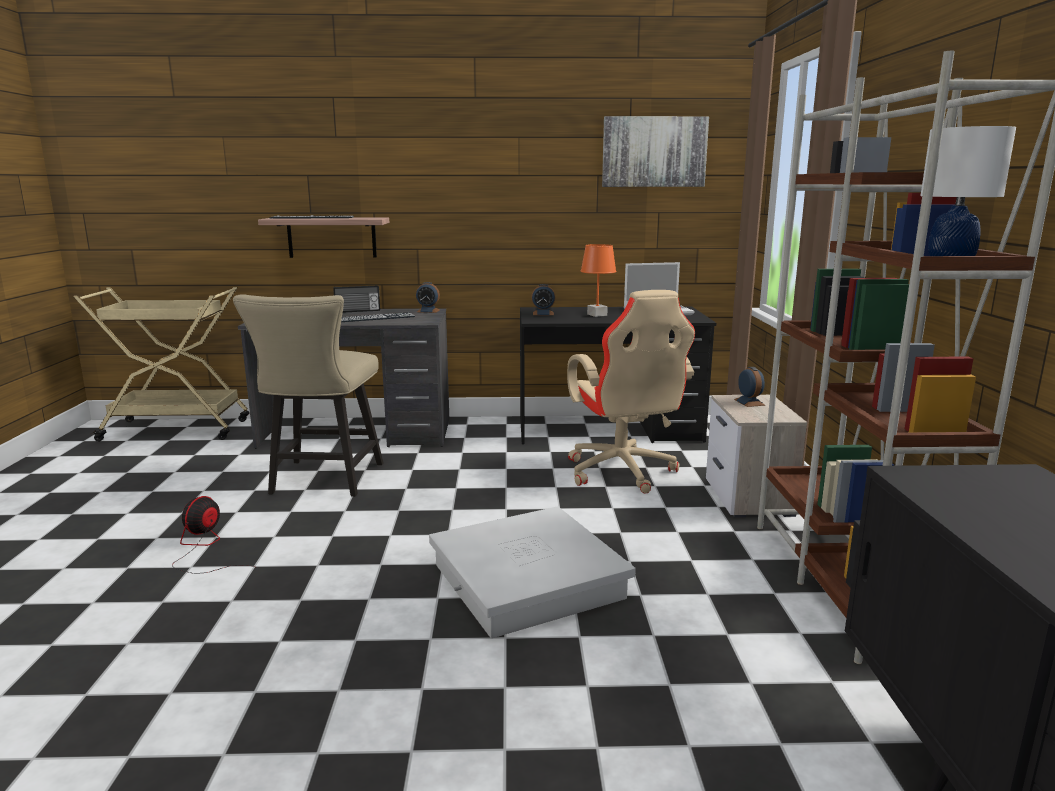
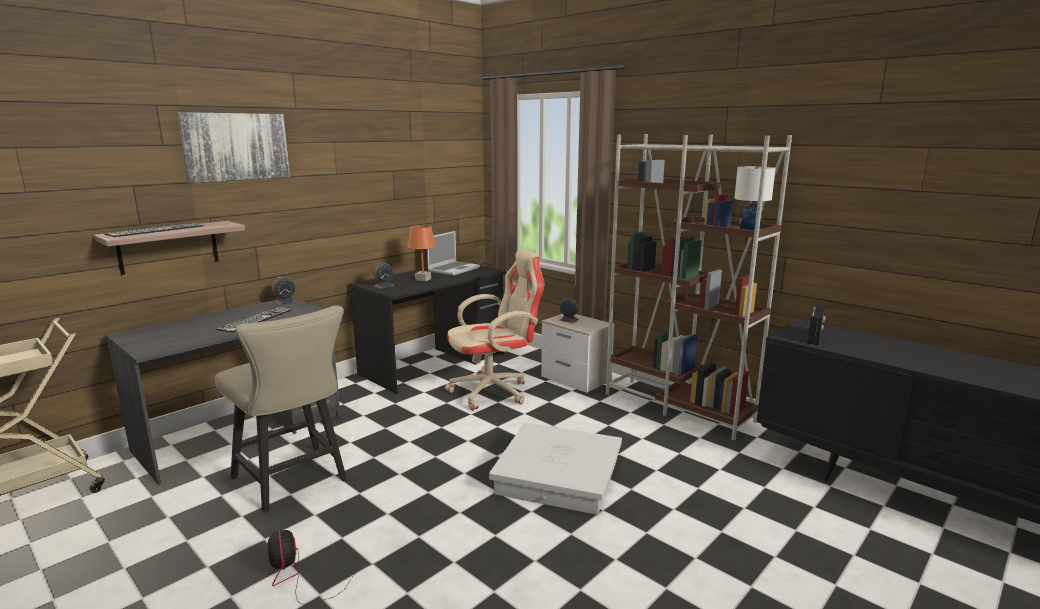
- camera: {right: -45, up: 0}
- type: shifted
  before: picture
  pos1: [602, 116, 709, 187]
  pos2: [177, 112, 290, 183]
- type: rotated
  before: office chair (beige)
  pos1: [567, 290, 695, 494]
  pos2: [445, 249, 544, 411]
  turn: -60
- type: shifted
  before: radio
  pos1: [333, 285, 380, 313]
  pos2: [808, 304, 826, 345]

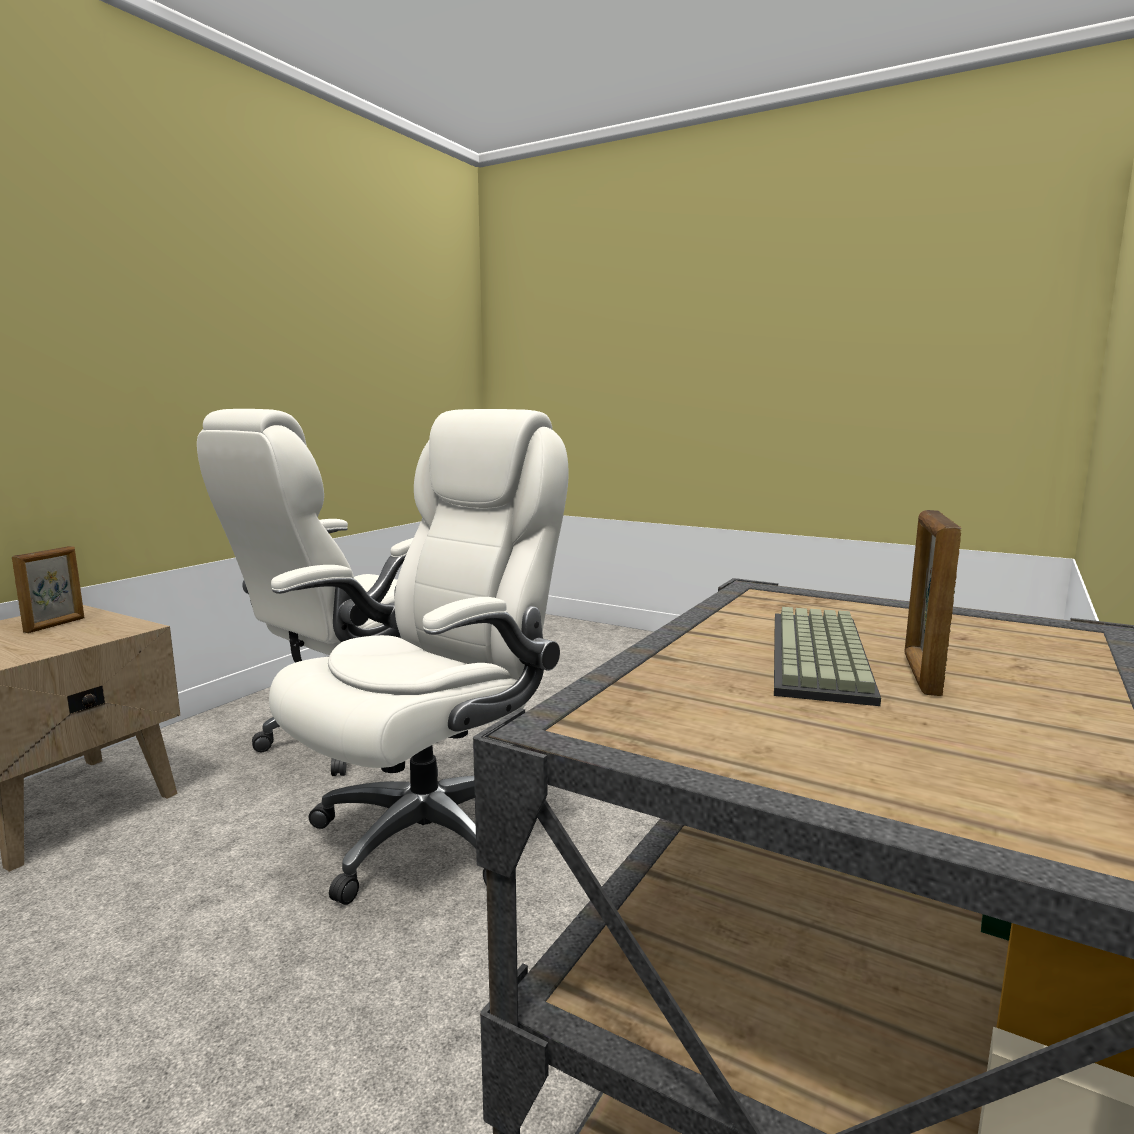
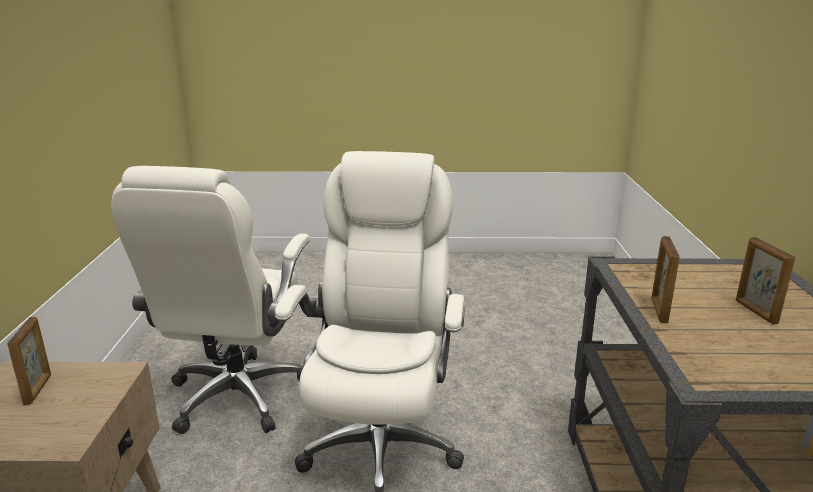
- camera: {right: -30, up: 10}
- type: new
  after: picture frame
  pos2: [651, 236, 679, 323]
- type: gone
  before: keyboard
  pos1: [774, 607, 881, 706]

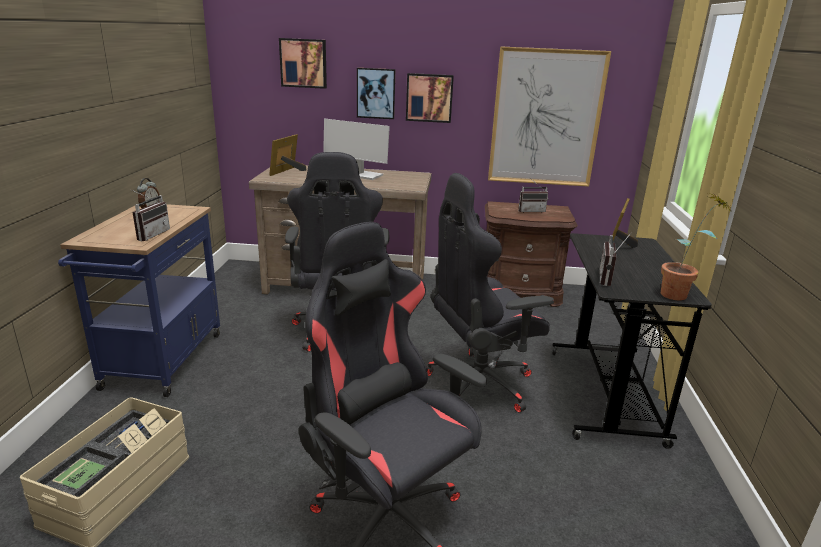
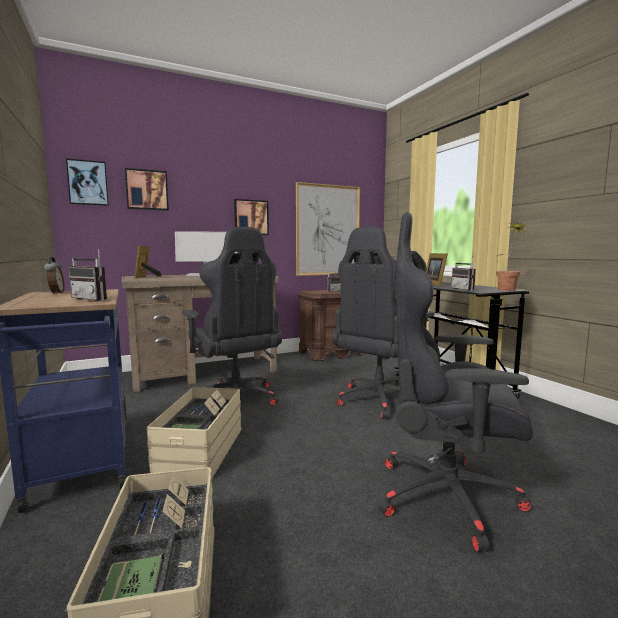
- camera: {right: -30, up: -15}
- type: shifted
  before: picture
  pos1: [357, 68, 395, 119]
  pos2: [66, 158, 109, 206]
- type: rotated
  before: radio
  pos1: [132, 190, 170, 241]
  pos2: [68, 247, 107, 301]
  turn: 135
- type: new
  after: storage box (beige)
  pos2: [147, 387, 242, 479]

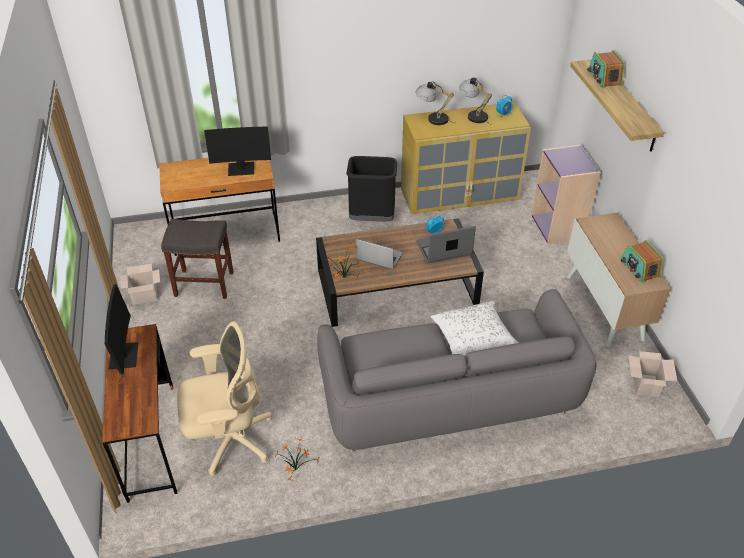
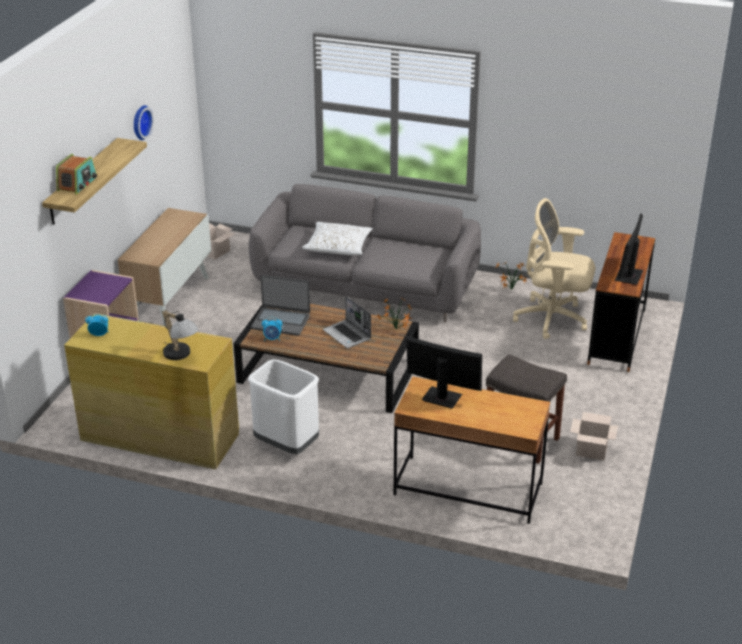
- camera: {right: -150, up: -10}
- type: new
  after: wall clock
  pos2: [134, 105, 154, 140]
- type: repainted
  before: trash can (black)
  after: trash can (white)
  pos1: [346, 156, 397, 222]
  pos2: [248, 359, 319, 454]
- type: gone
  before: table lamp
  pos1: [459, 78, 492, 125]
- type: gone
  before: radio
  pos1: [620, 240, 663, 283]

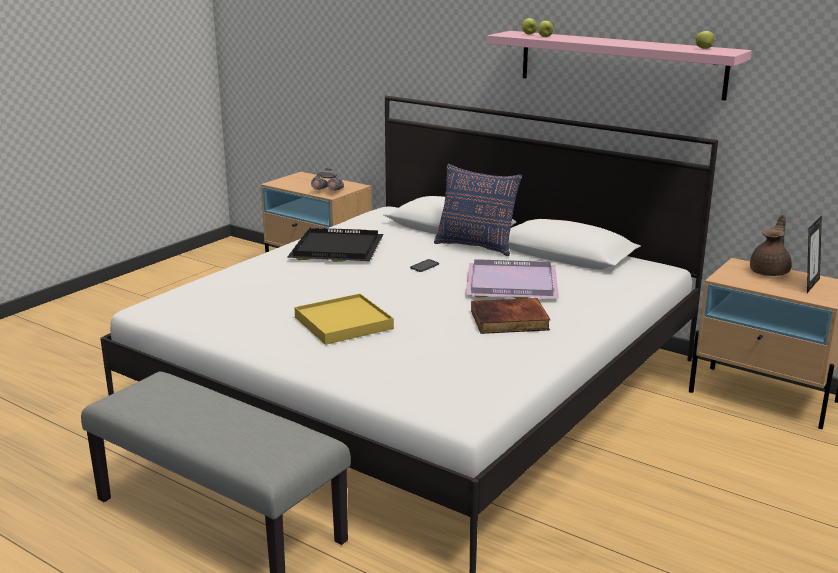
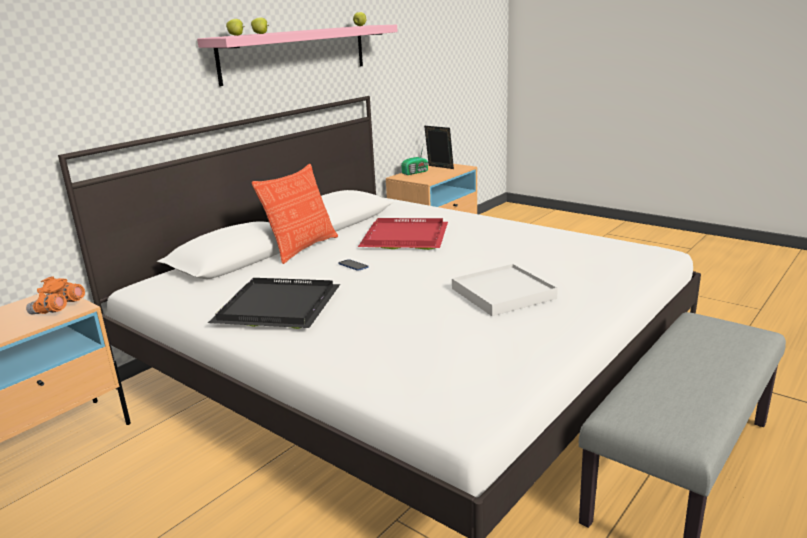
- camera: {right: -85, up: 0}
- type: repainted
  before: binoculars (grey)
  after: binoculars (orange)
  pos1: [311, 168, 344, 191]
  pos2: [26, 276, 85, 315]
- type: repainted
  before: pillow (blue)
  after: pillow (orange)
  pos1: [434, 164, 522, 256]
  pos2: [252, 164, 338, 264]
- type: repainted
  before: tray (purple)
  after: tray (red)
  pos1: [465, 259, 559, 299]
  pos2: [358, 218, 448, 250]
- type: swapped
  before: teapot (brown)
  after: radio
  pos1: [750, 215, 792, 276]
  pos2: [401, 147, 428, 175]
- type: repainted
  before: tray (yellow)
  after: tray (white)
  pos1: [294, 294, 394, 345]
  pos2: [452, 264, 558, 316]
- type: gone
  before: book
  pos1: [471, 298, 550, 334]

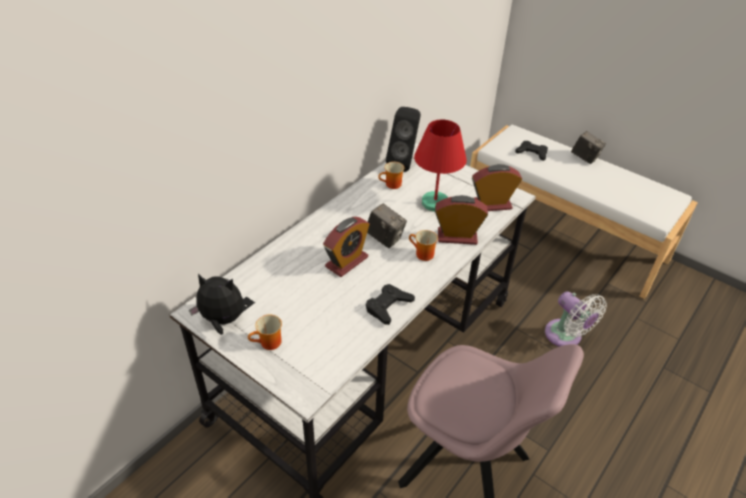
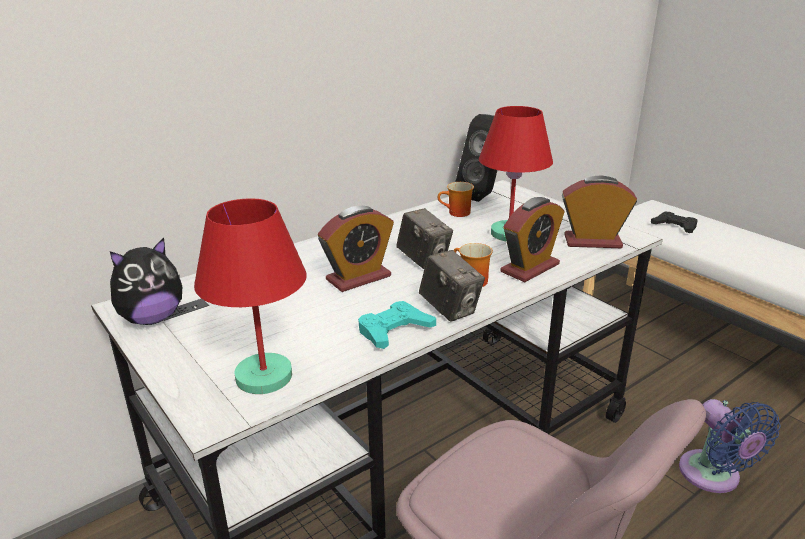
- camera: {right: 15, up: -15}
- type: rotated
  before: plush toy
  pos1: [189, 274, 243, 335]
  pos2: [110, 238, 182, 325]
  turn: 120
- type: new
  after: table lamp (red)
  pos2: [194, 199, 307, 394]
- type: repainted
  before: game controller (black)
  after: game controller (turquoise)
  pos1: [366, 284, 415, 325]
  pos2: [358, 301, 436, 349]
- type: shifted
  before: photo camera
  pos1: [571, 131, 606, 164]
  pos2: [419, 250, 485, 322]
- type: rotated
  before: alarm clock
  pos1: [435, 195, 488, 245]
  pos2: [501, 197, 564, 282]
  turn: 120
- type: repainted
  before: fan (white)
  after: fan (blue)
  pos1: [545, 292, 607, 347]
  pos2: [679, 399, 781, 493]
- type: gone
  before: mug
  pos1: [248, 315, 282, 350]

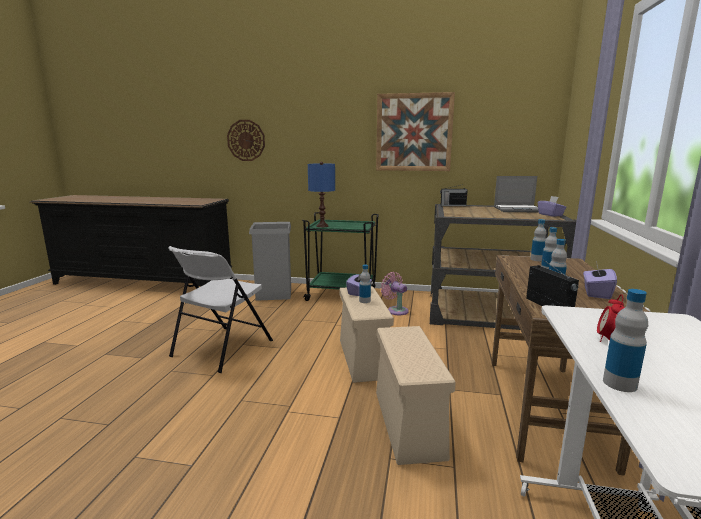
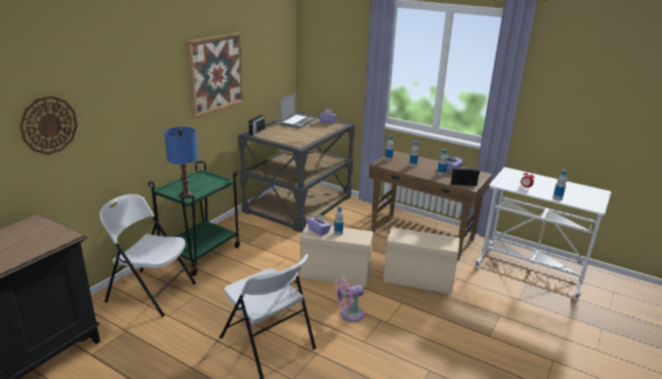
- camera: {right: -70, up: 10}
- type: swapped
  before: trash can (grey)
  after: chair (white)
  pos1: [249, 222, 291, 301]
  pos2: [100, 194, 196, 317]
- type: shifted
  before: fan (pink)
  pos1: [381, 272, 409, 315]
  pos2: [335, 278, 364, 322]

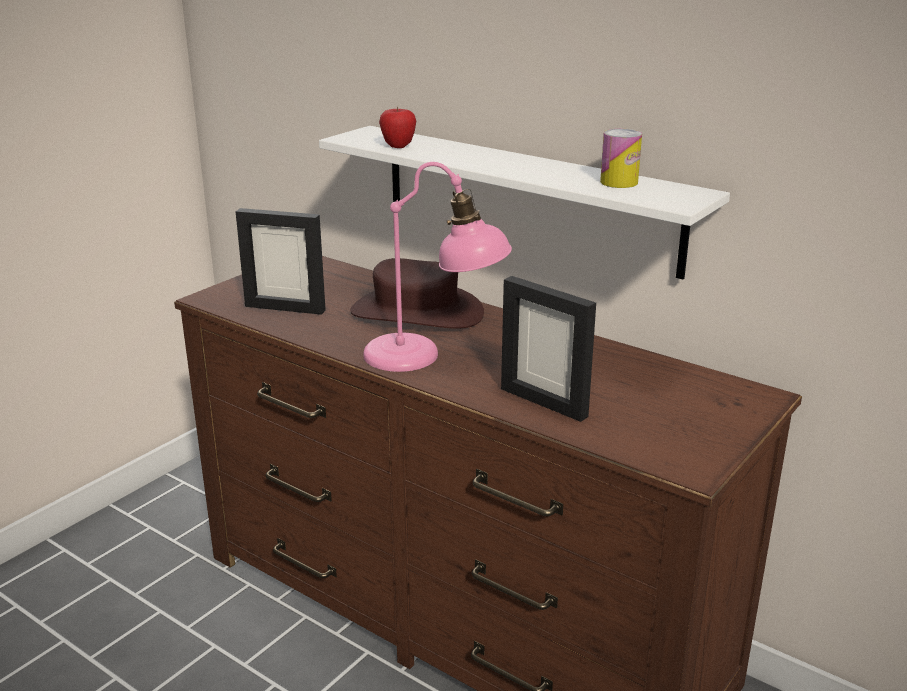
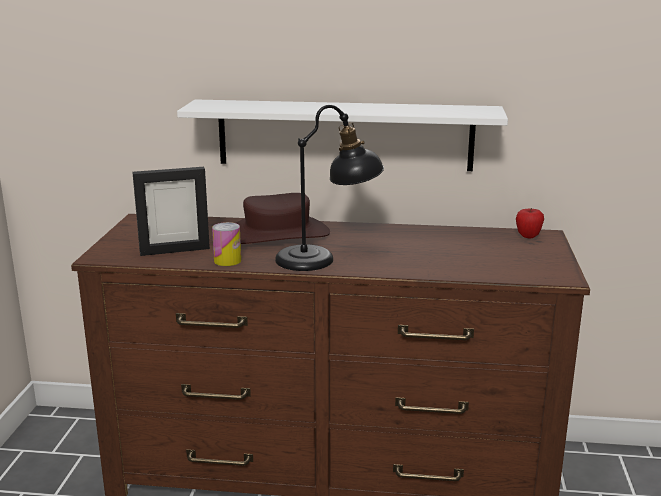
- camera: {right: -30, up: -5}
- type: shifted
  before: can
  pos1: [600, 129, 642, 188]
  pos2: [212, 222, 241, 266]
- type: repainted
  before: table lamp (pink)
  after: table lamp (black)
  pos1: [363, 162, 512, 372]
  pos2: [275, 105, 384, 271]
- type: shifted
  before: apple
  pos1: [379, 107, 416, 148]
  pos2: [516, 208, 544, 238]
- type: gone
  before: picture frame
  pos1: [501, 276, 596, 422]

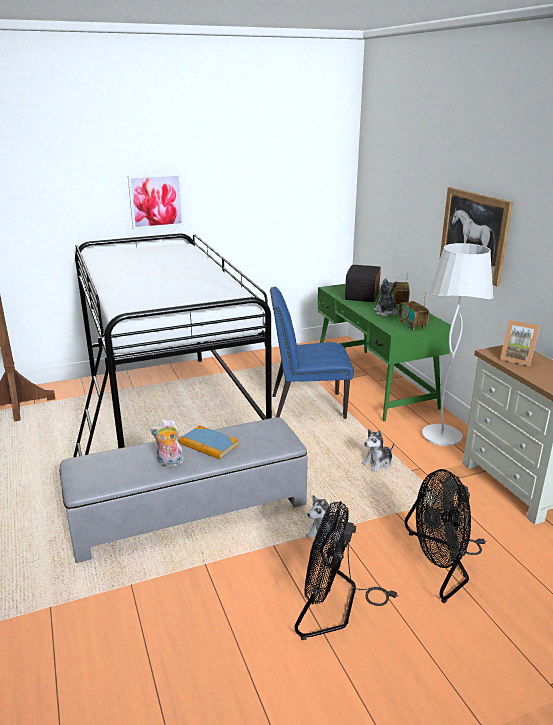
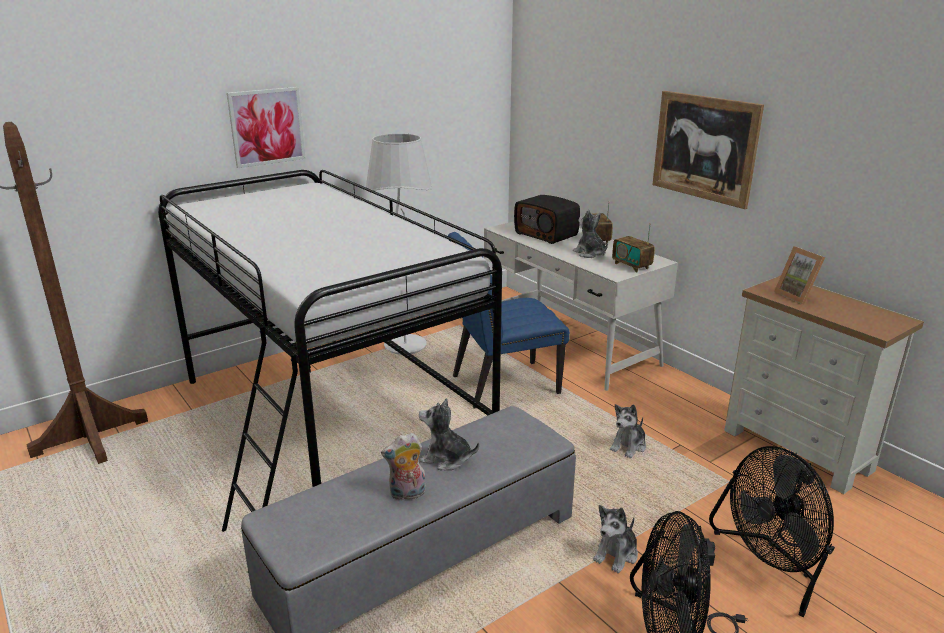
- camera: {right: -15, up: 0}
- type: shifted
  before: floor lamp (white)
  pos1: [422, 243, 493, 446]
  pos2: [366, 133, 432, 355]
- type: swapped
  before: book
  after: plush toy
  pos1: [179, 425, 239, 460]
  pos2: [419, 398, 479, 470]
- type: repainted
  before: desk (green)
  after: desk (white)
  pos1: [317, 284, 452, 421]
  pos2: [484, 222, 678, 391]
- type: rotated
  before: radio
  pos1: [345, 265, 381, 302]
  pos2: [514, 195, 580, 244]
  turn: -45
- type: rotated
  before: picture frame
  pos1: [500, 320, 540, 366]
  pos2: [774, 246, 825, 304]
  turn: 45

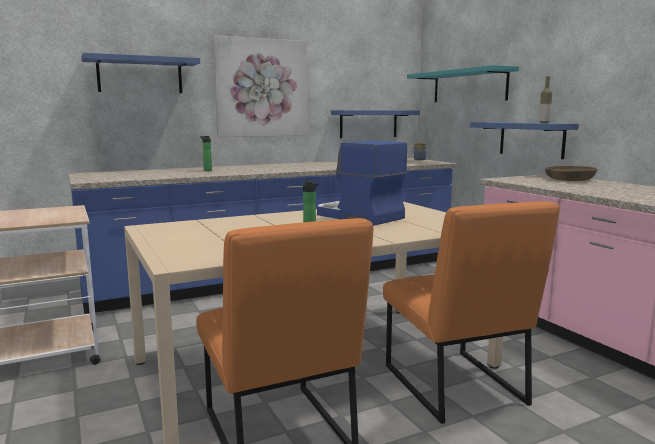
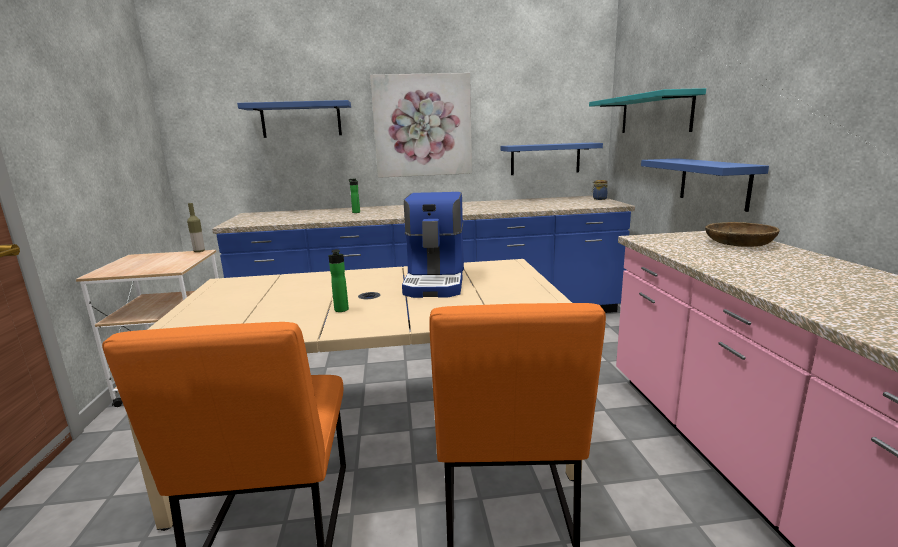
- camera: {right: 20, up: 5}
- type: shifted
  before: bottle
  pos1: [539, 76, 552, 123]
  pos2: [187, 203, 205, 252]
- type: rotated
  before: coffee machine
  pos1: [317, 141, 407, 226]
  pos2: [402, 192, 464, 298]
  turn: -150

